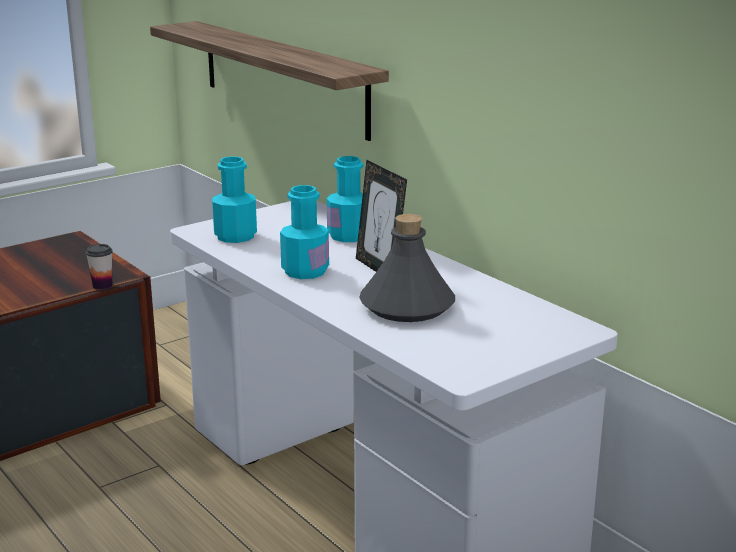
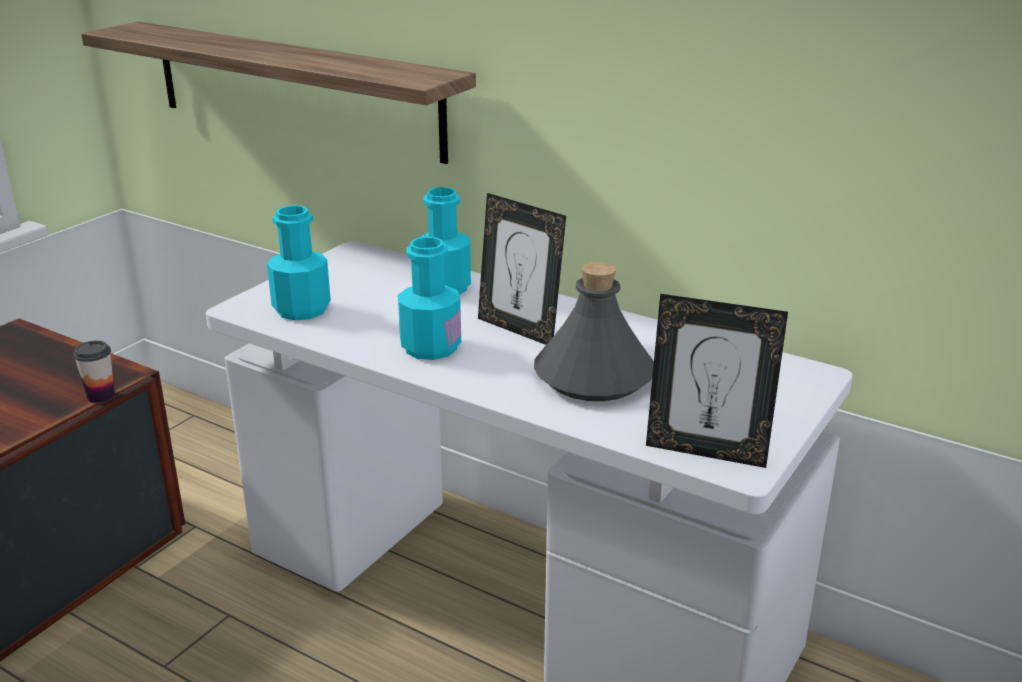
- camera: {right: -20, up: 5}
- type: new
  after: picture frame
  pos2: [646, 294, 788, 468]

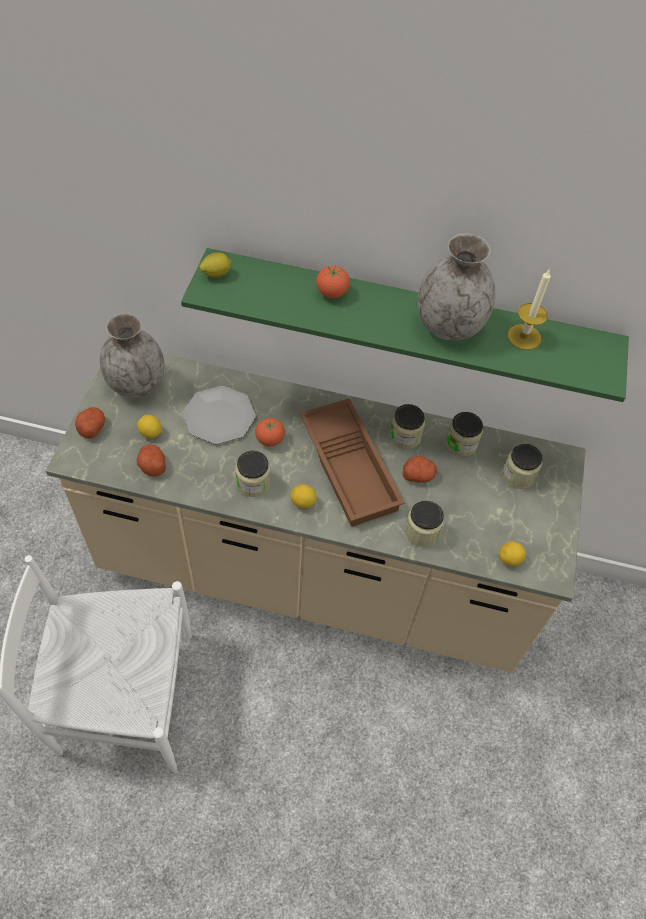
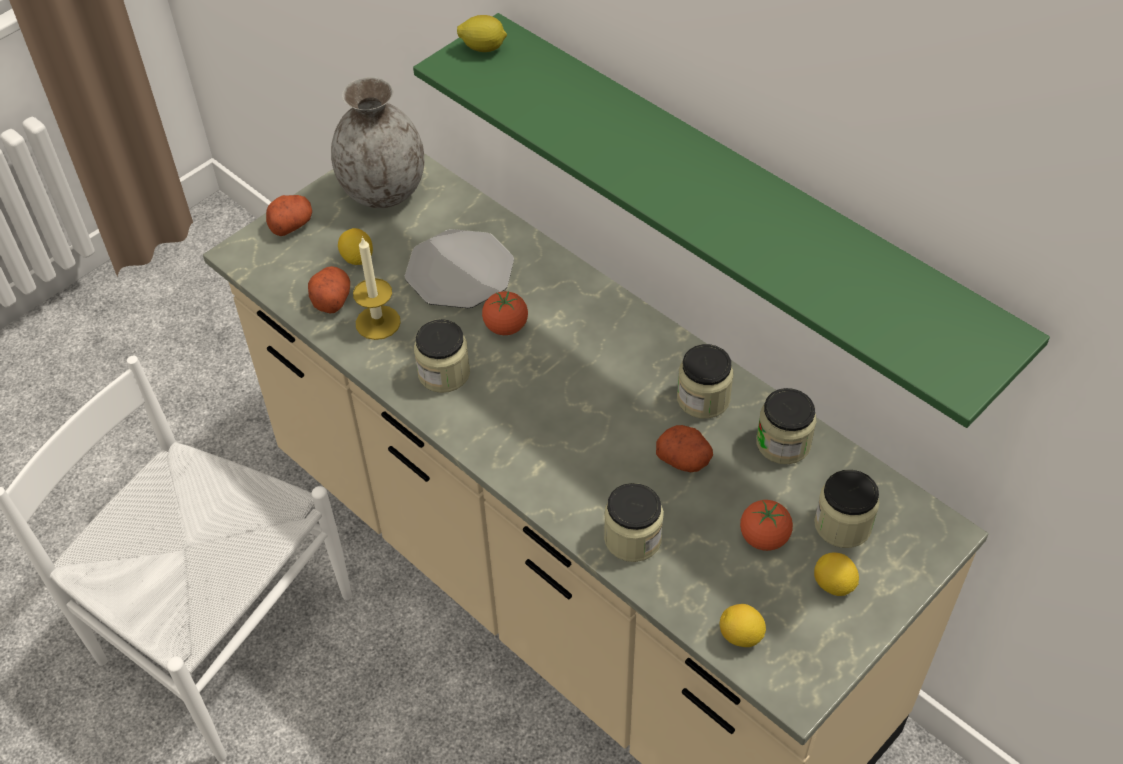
- camera: {right: 35, up: -5}
- type: shifted
  before: candle
  pos1: [508, 270, 551, 350]
  pos2: [353, 236, 401, 340]
- type: shifted
  before: tomato
  pos1: [316, 265, 350, 298]
  pos2: [740, 500, 793, 551]
- type: shifted
  before: lemon
  pos1: [290, 484, 317, 508]
  pos2: [814, 553, 859, 596]
- type: gone
  before: tray (brown)
  pos1: [300, 398, 404, 527]
- type: gone
  before: vase (grey)
  pos1: [418, 234, 495, 341]

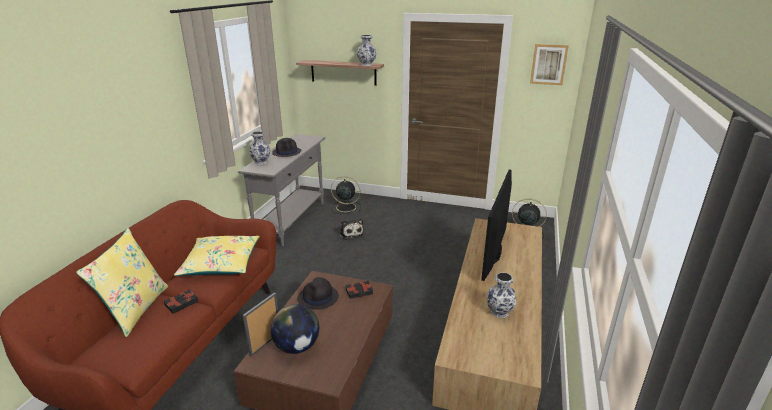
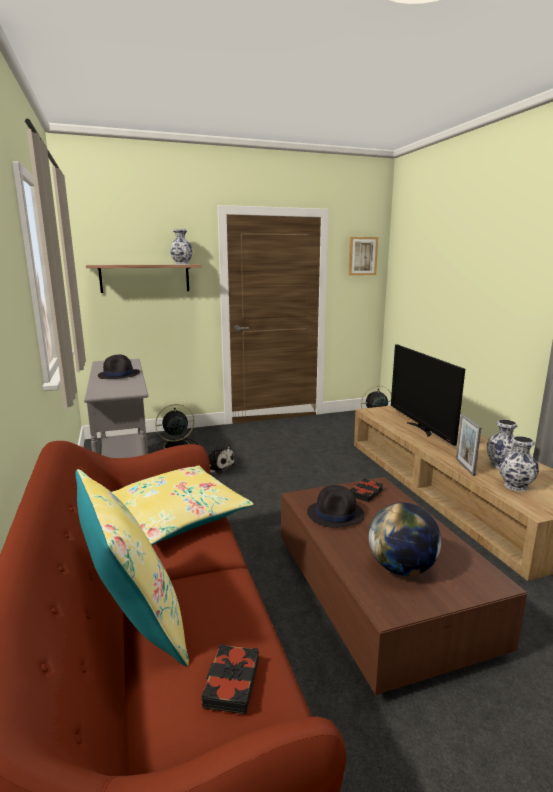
- camera: {right: -35, up: -10}
- type: shifted
  before: book (black)
  pos1: [164, 290, 198, 314]
  pos2: [201, 644, 259, 714]
- type: shifted
  before: picture frame
  pos1: [243, 293, 278, 356]
  pos2: [456, 414, 481, 476]
- type: shifted
  before: vase
  pos1: [249, 131, 270, 165]
  pos2: [499, 436, 539, 491]

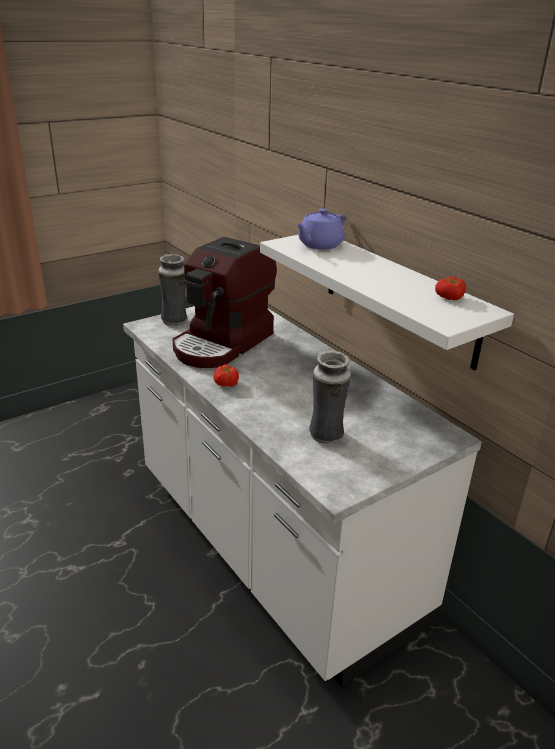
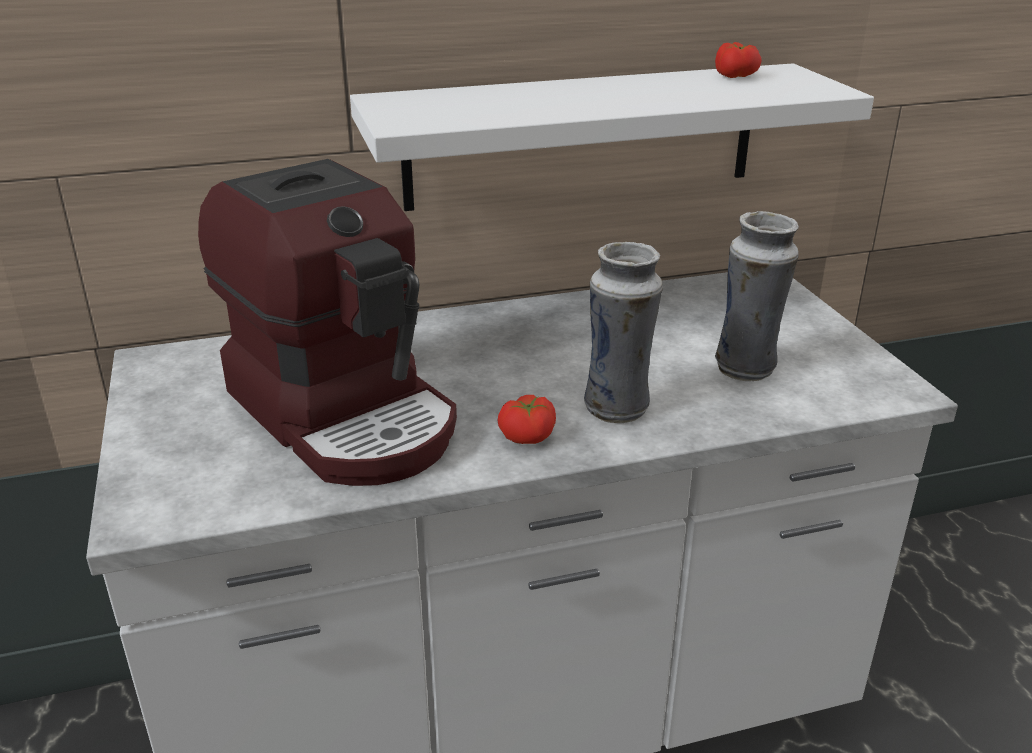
- camera: {right: -70, up: 0}
- type: shifted
  before: vase
  pos1: [158, 254, 187, 326]
  pos2: [584, 242, 663, 423]
- type: gone
  before: teapot (purple)
  pos1: [296, 209, 345, 250]

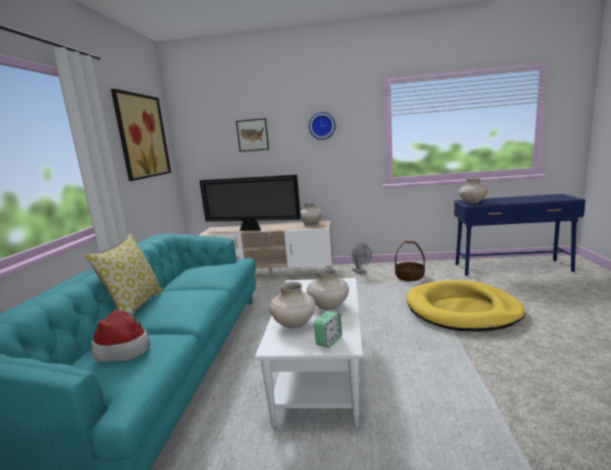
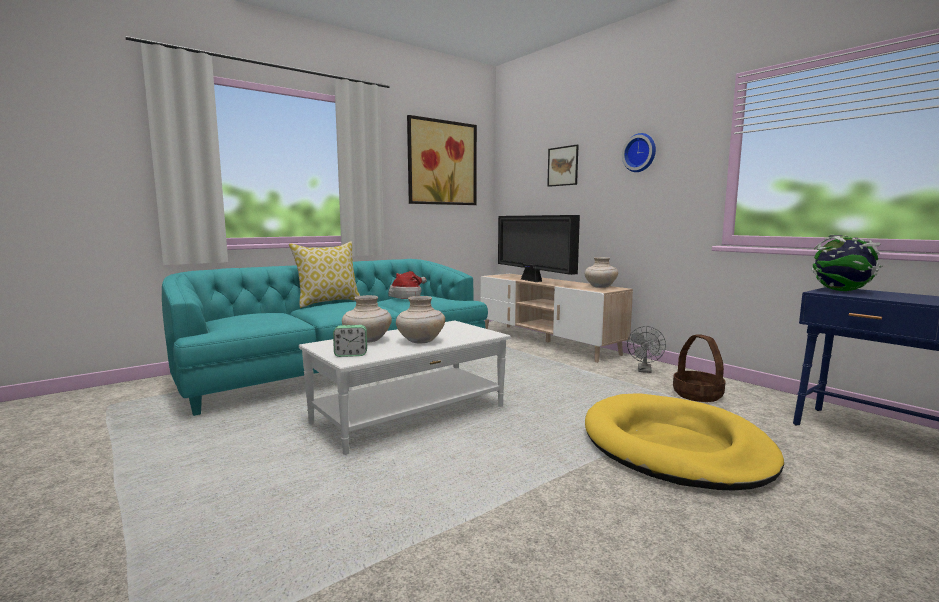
- camera: {right: 45, up: -5}
- type: shifted
  before: hat
  pos1: [91, 308, 150, 362]
  pos2: [389, 271, 427, 299]
- type: swapped
  before: vase (beige)
  after: globe
  pos1: [459, 178, 488, 203]
  pos2: [811, 235, 883, 291]

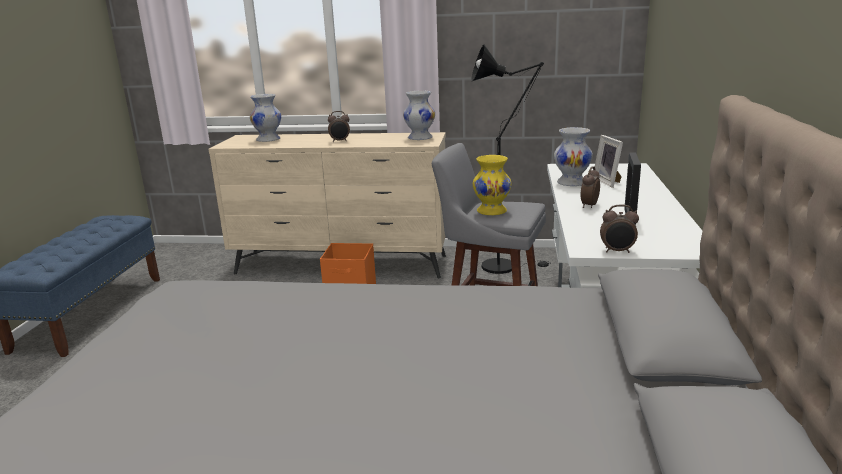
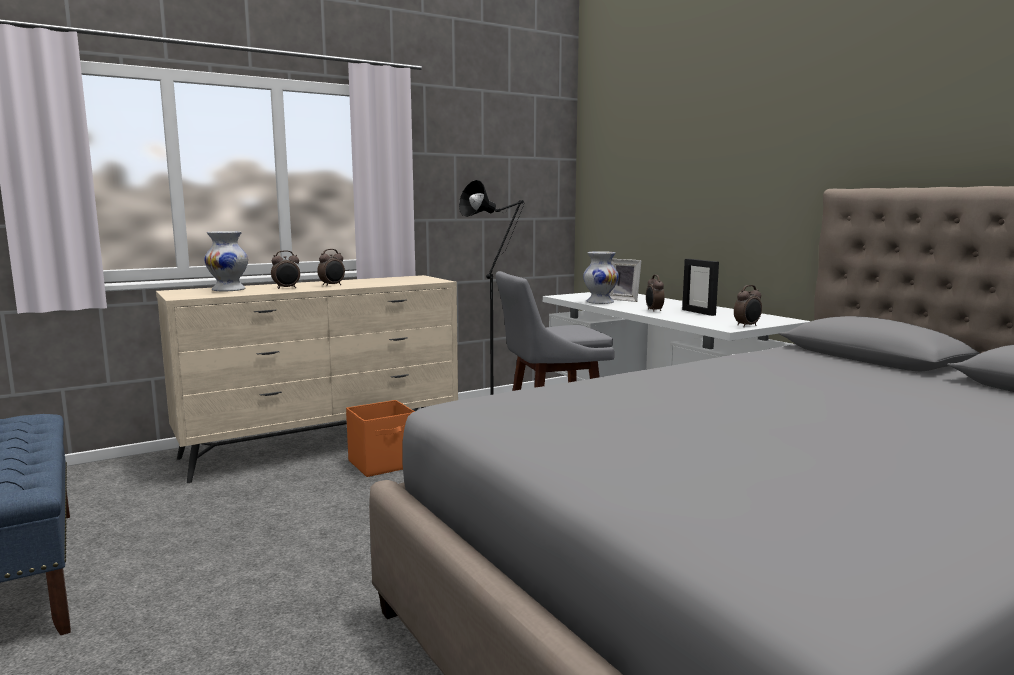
- camera: {right: -40, up: -10}
- type: new
  after: alarm clock
  pos2: [271, 250, 300, 289]
- type: gone
  before: vase (white)
  pos1: [403, 91, 435, 140]
- type: gone
  before: vase (yellow)
  pos1: [473, 155, 511, 215]

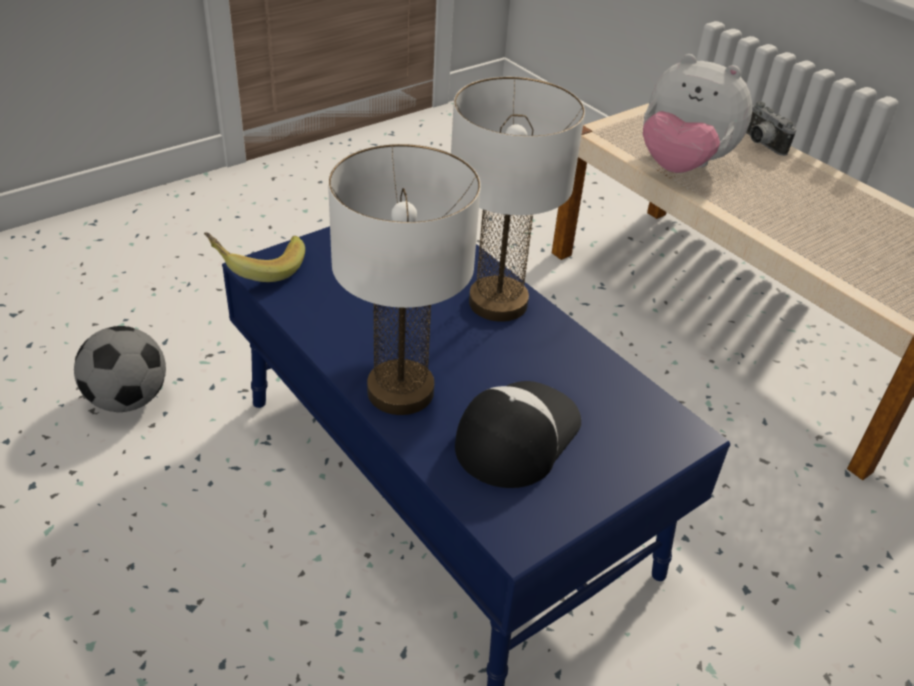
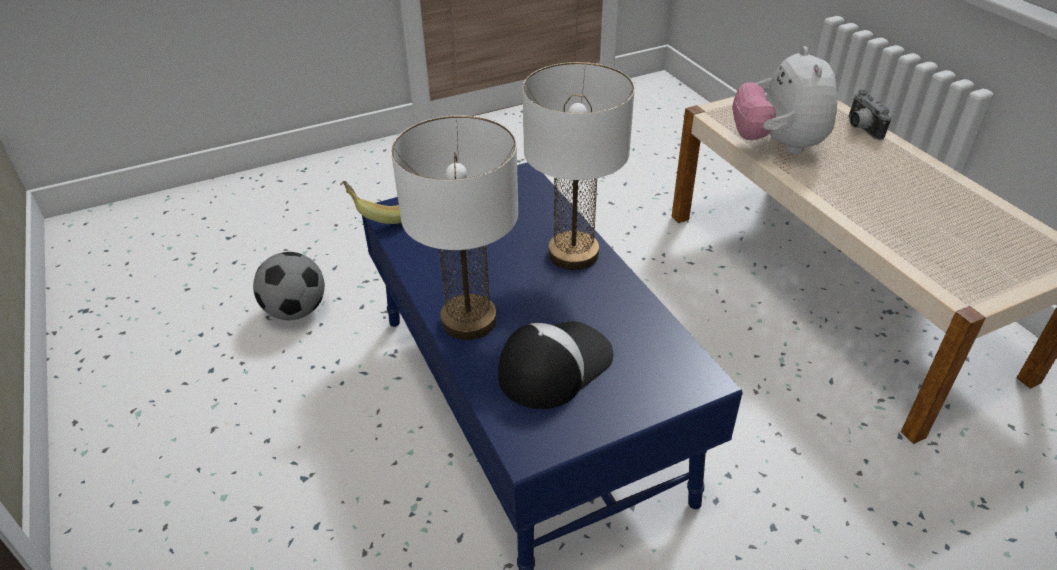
- camera: {right: 15, up: 0}
- type: rotated
  before: plush toy
  pos1: [643, 54, 752, 173]
  pos2: [732, 46, 837, 154]
  turn: 45

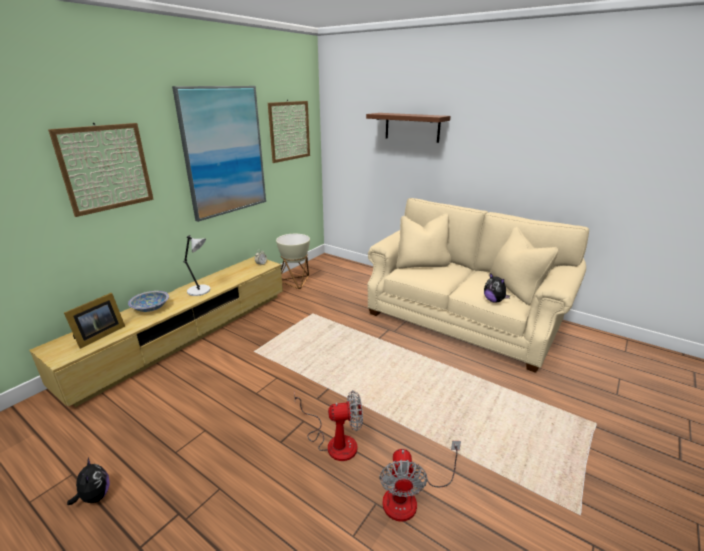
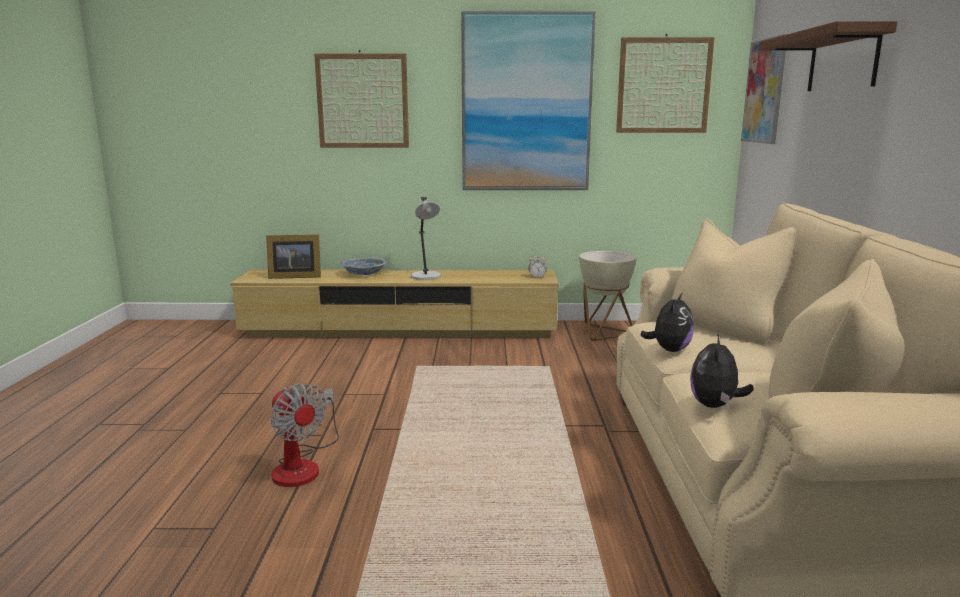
- camera: {right: 55, up: -10}
- type: shifted
  before: plush toy
  pos1: [67, 457, 110, 505]
  pos2: [640, 292, 694, 352]
- type: new
  after: picture
  pos2: [741, 34, 787, 144]
- type: gone
  before: fan
  pos1: [379, 441, 461, 522]

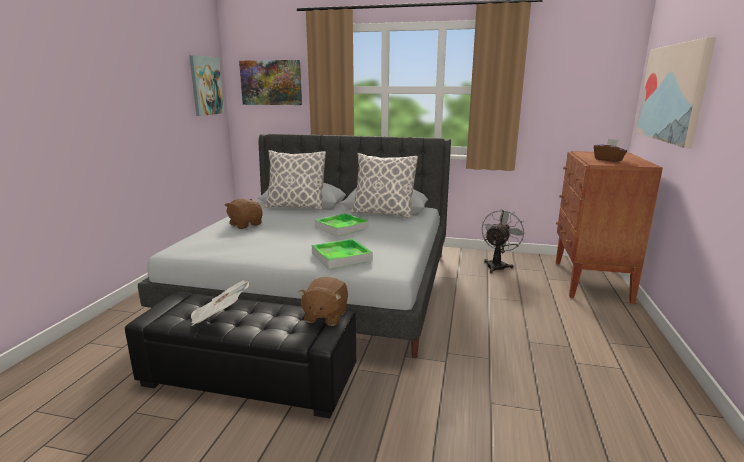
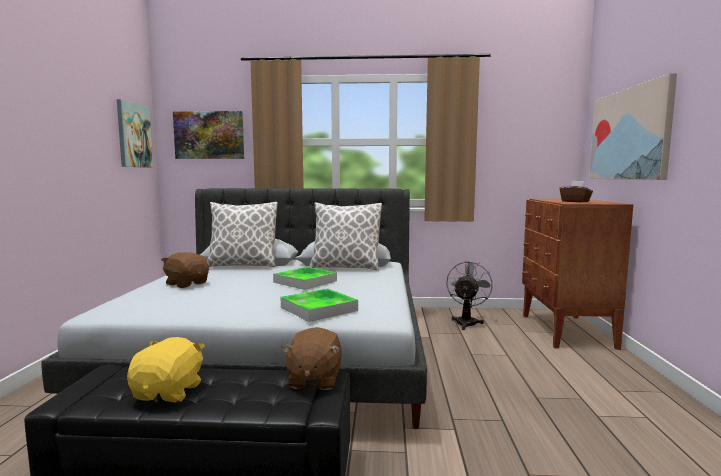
- camera: {right: -10, up: -10}
- type: swapped
  before: newspaper
  after: plush toy (yellow)
  pos1: [191, 280, 249, 326]
  pos2: [127, 337, 205, 403]

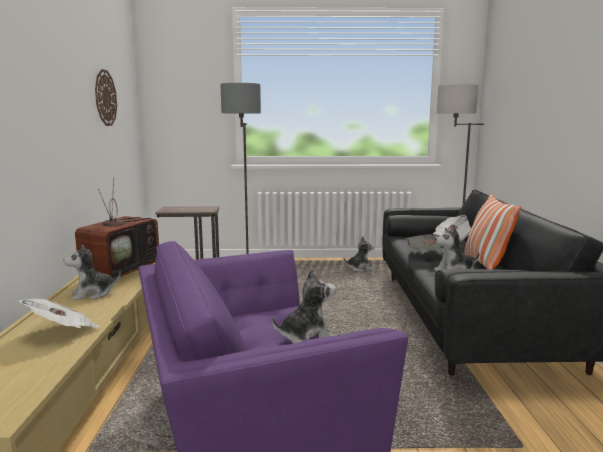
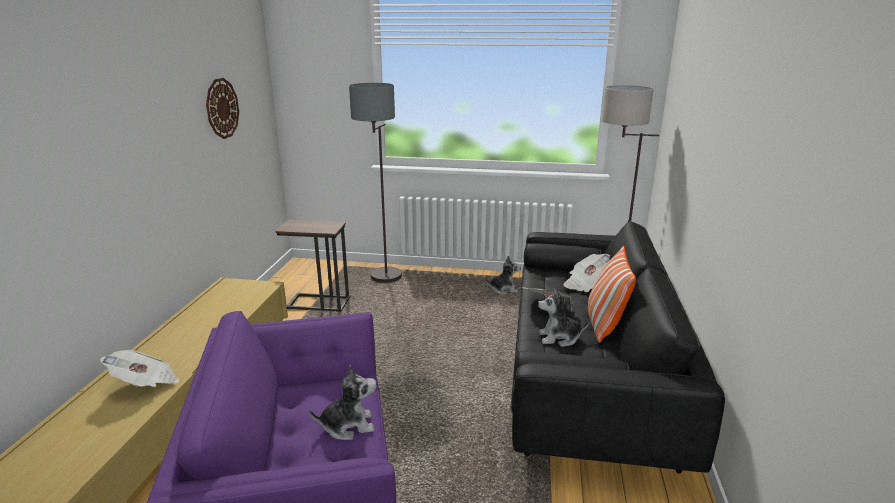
- camera: {right: 10, up: 10}
- type: gone
  before: plush toy
  pos1: [64, 244, 121, 300]
- type: gone
  before: television
  pos1: [75, 177, 159, 279]

